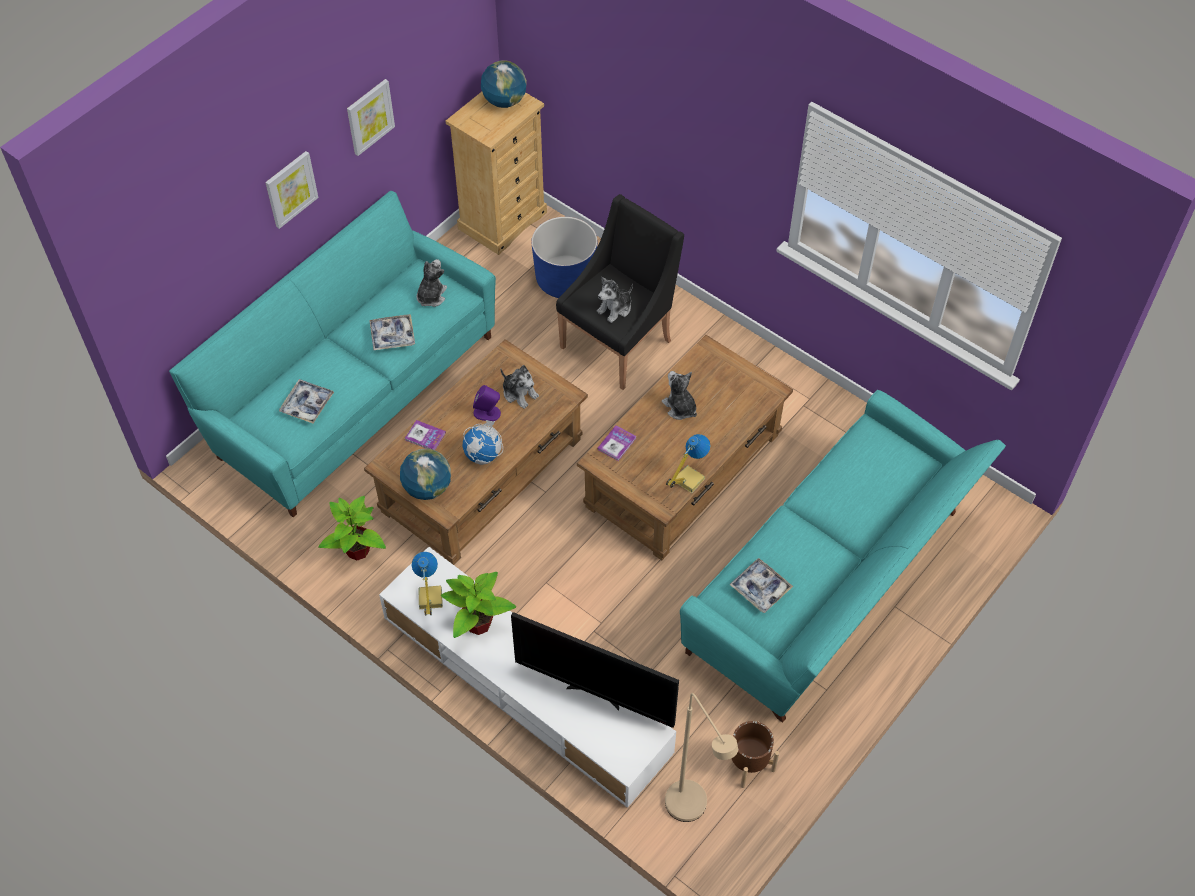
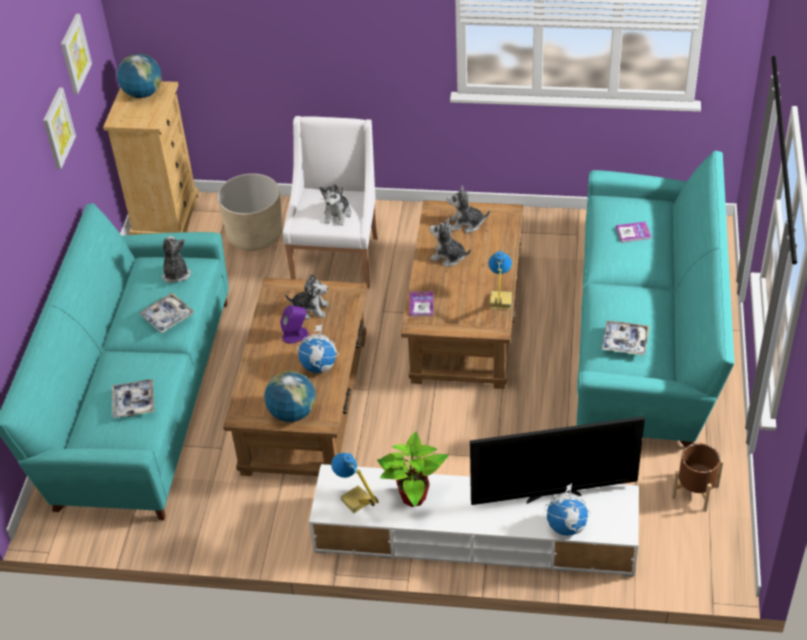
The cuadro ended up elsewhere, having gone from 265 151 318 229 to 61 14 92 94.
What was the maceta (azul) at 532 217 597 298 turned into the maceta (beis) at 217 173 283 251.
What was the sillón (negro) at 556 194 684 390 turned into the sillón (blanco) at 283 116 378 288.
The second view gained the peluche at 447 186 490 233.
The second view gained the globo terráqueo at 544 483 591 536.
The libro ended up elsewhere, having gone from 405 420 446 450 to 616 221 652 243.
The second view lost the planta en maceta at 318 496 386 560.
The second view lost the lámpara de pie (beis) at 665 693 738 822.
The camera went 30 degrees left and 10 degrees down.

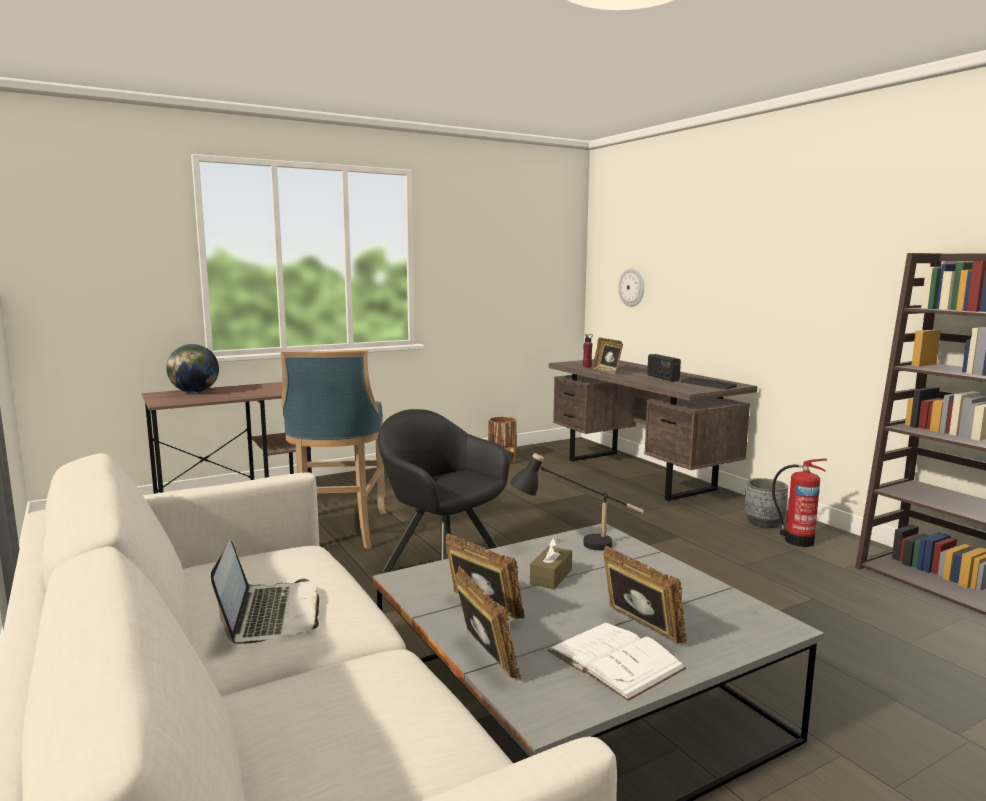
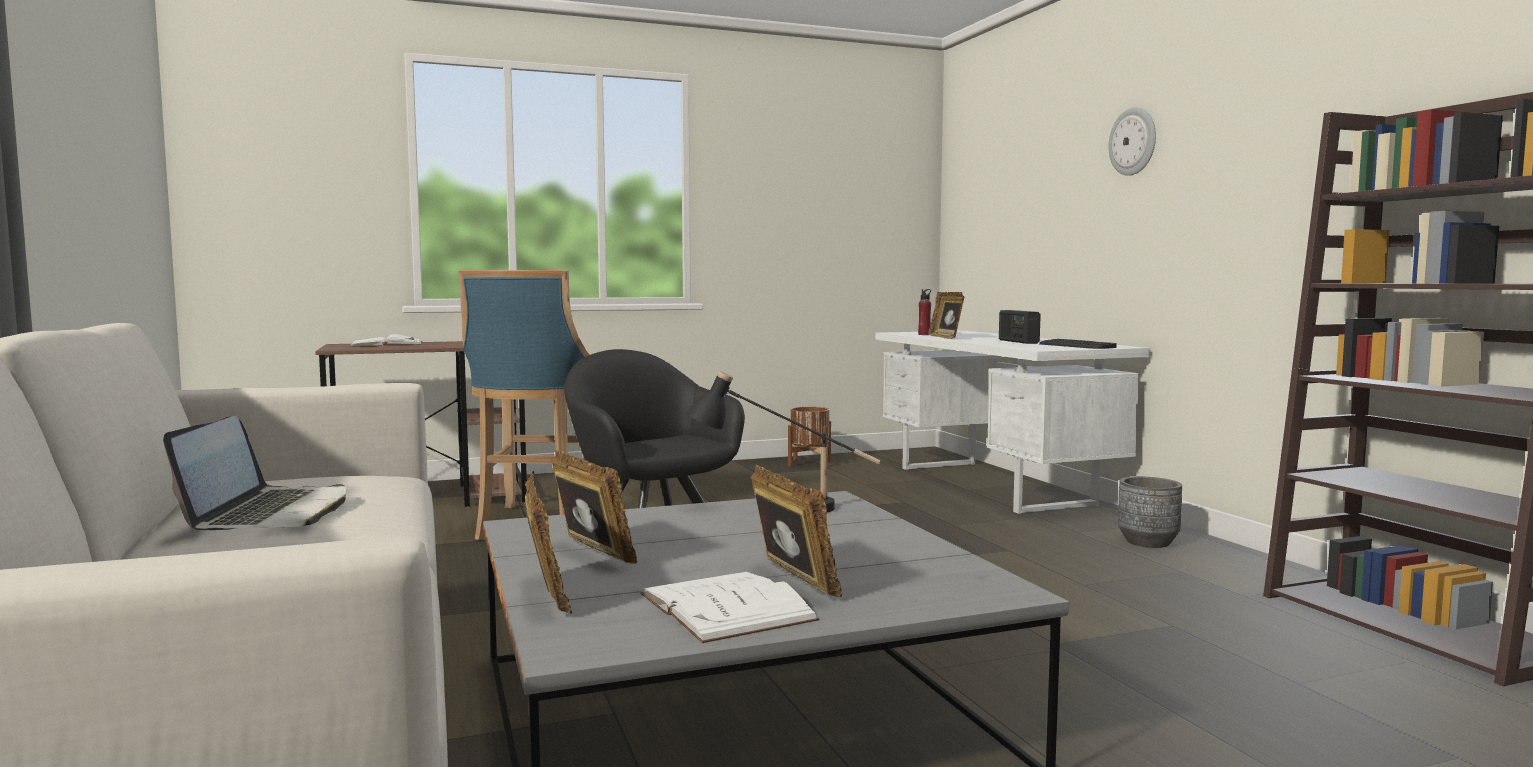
Where the globo terráqueo stood at 167 344 219 393, the libro (blanco) came to stand at 349 334 422 347.
What was the escritorio (marrón) at 549 359 757 501 turned into the escritorio (blanco) at 875 331 1150 514.
The reloj de pared ended up elsewhere, having gone from 619 268 644 307 to 1108 107 1156 176.
The second view lost the caja de pañuelos (marrón) at 530 537 572 589.
The second view lost the extintor at 772 458 827 547.
The camera went 10 degrees right and 5 degrees down.

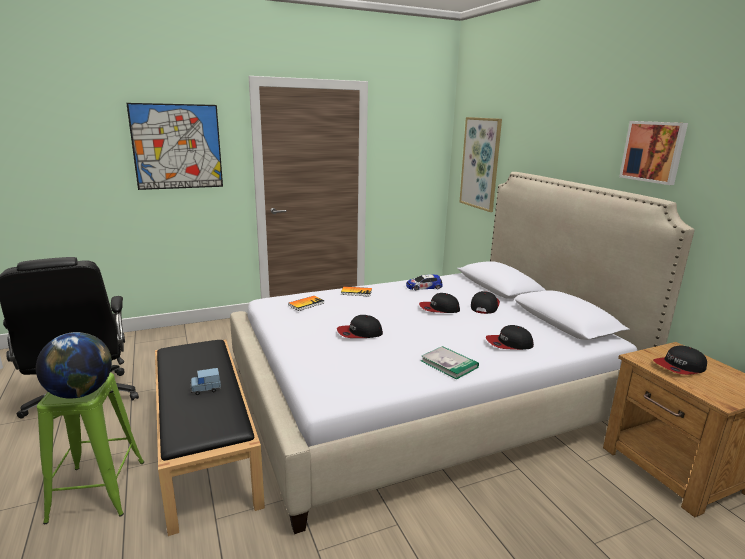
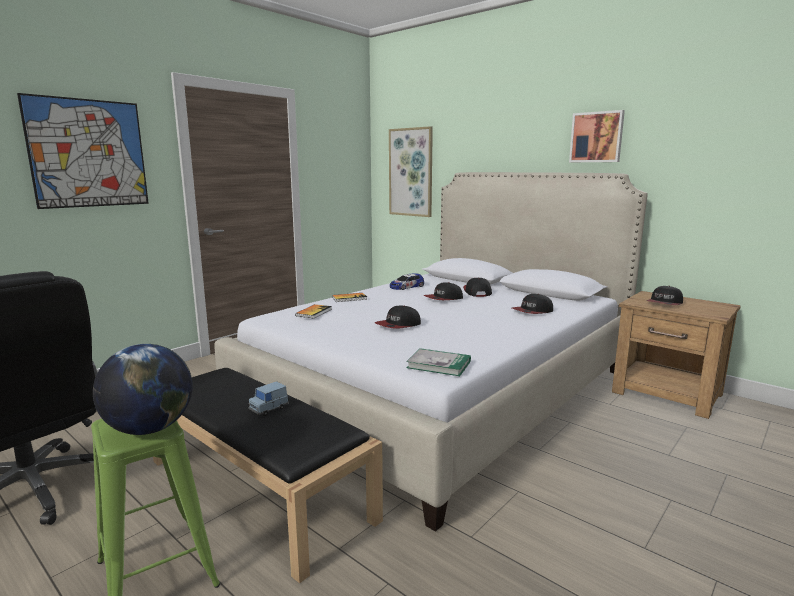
The libro ended up elsewhere, having gone from 421 346 479 379 to 406 348 471 376.
The camera went 25 degrees left and 5 degrees down.

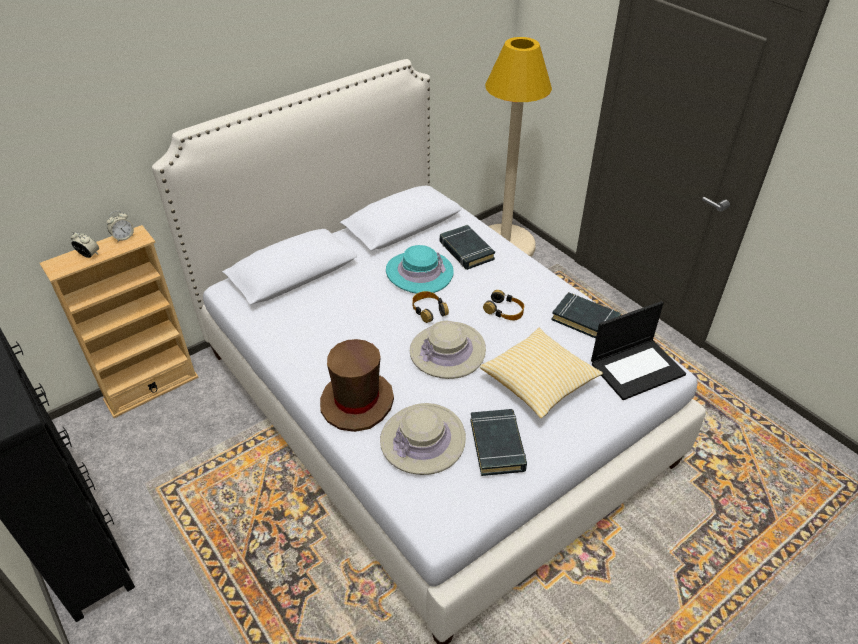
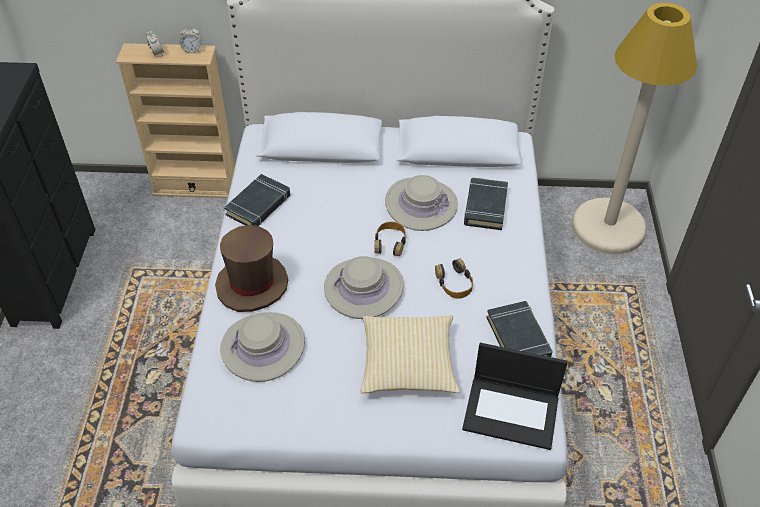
The libro (negro) ended up elsewhere, having gone from 470 409 527 476 to 224 174 290 226.
What was the sombrero (turquesa) at 386 245 454 294 turned into the sombrero (beis) at 385 175 458 231.
The camera went 40 degrees right and 5 degrees up.

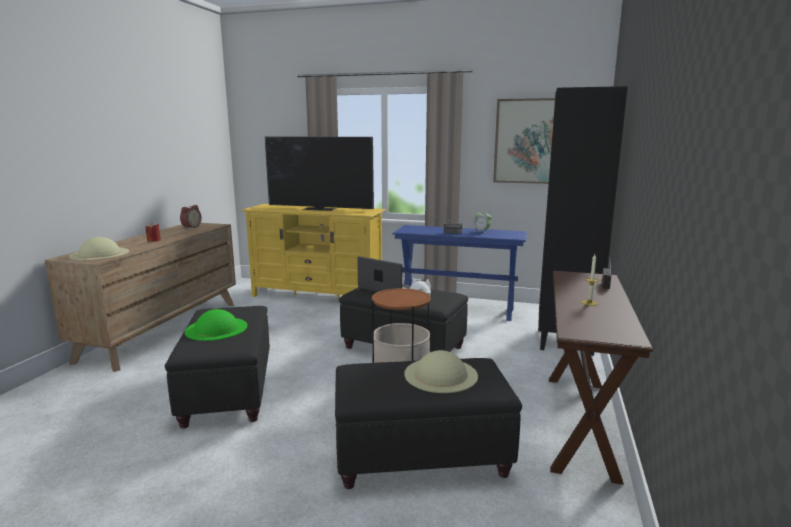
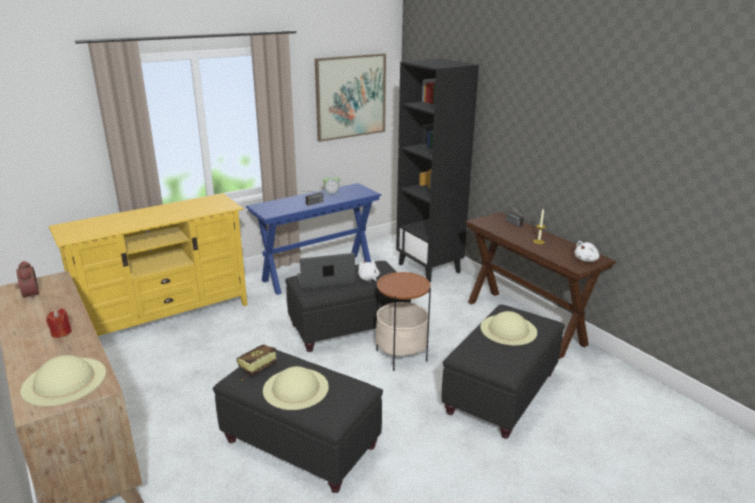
The second view gained the libro at 237 344 277 381.
What was the sombrero (verde) at 184 309 247 341 turned into the sombrero (beis) at 263 366 329 410.
The second view gained the peluche (blanco) at 574 241 599 262.
The second view lost the televisor at 265 136 374 211.
The camera went 50 degrees left and 10 degrees up.

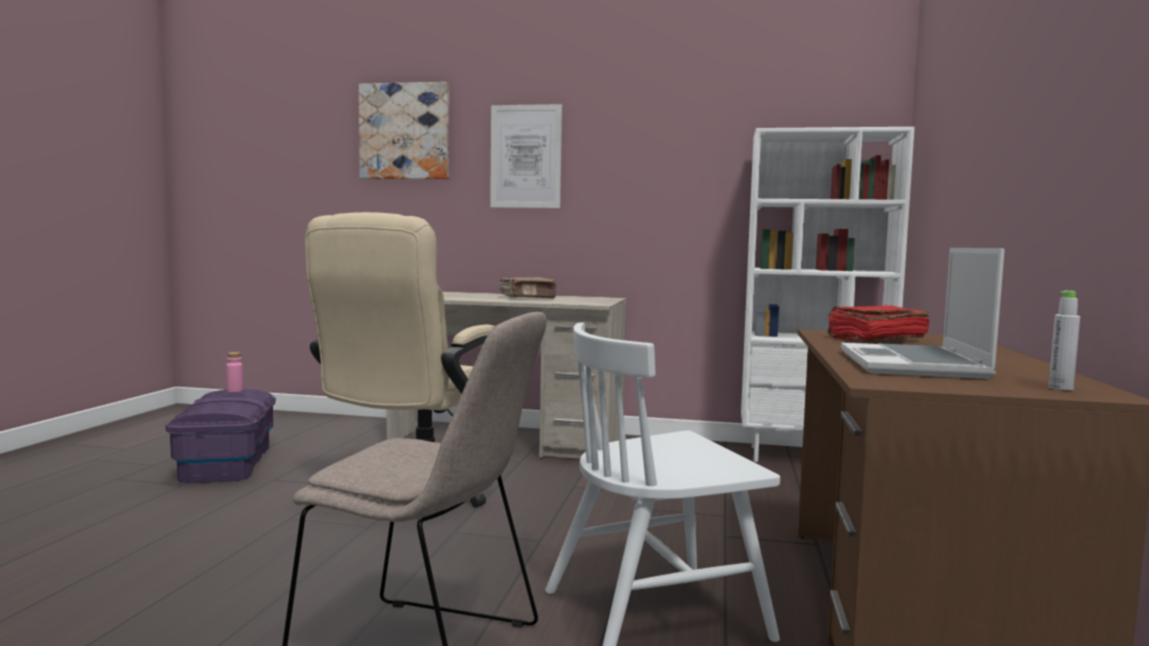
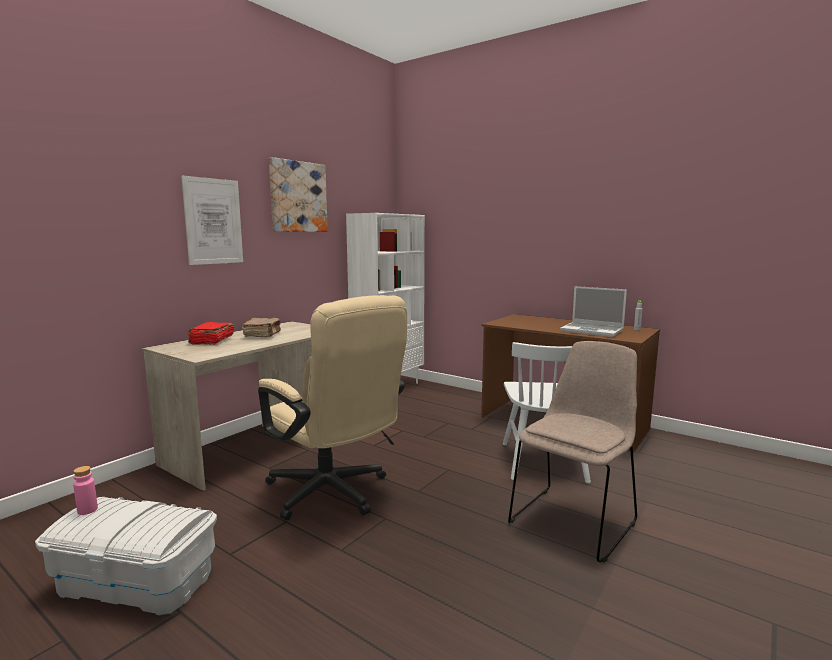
What was the caja de almacenaje (morado) at 165 389 276 483 turned into the caja de almacenaje (blanco) at 35 497 217 615.
The libro (rojo) ended up elsewhere, having gone from 827 306 930 342 to 188 322 234 345.
The cuadro ended up elsewhere, having gone from 359 82 449 179 to 269 157 328 232.
The camera went 65 degrees left and 5 degrees up.

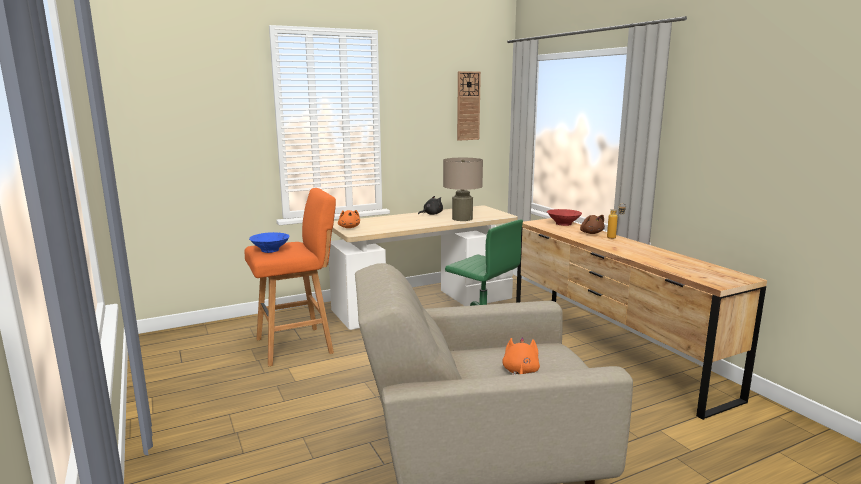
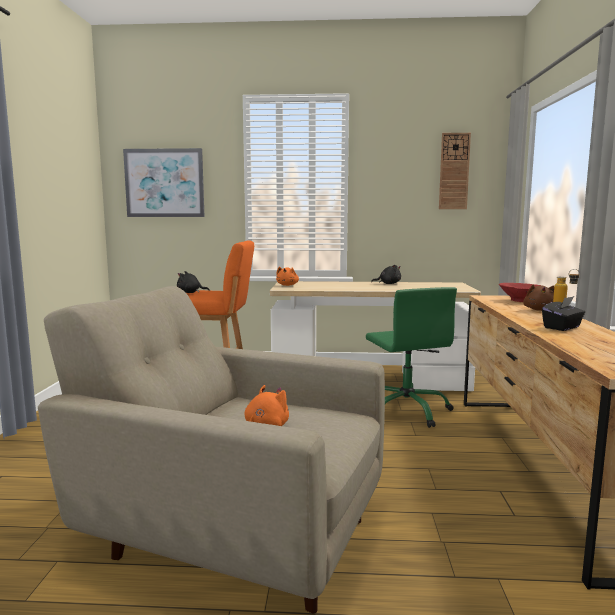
The second view gained the cuadro at 123 148 205 217.
Where the cuenco (azul) stood at 249 232 290 253, the peluche (negro) came to stand at 177 271 210 293.
The second view gained the caja de pañuelos (negro) at 542 296 585 331.
The second view lost the lámpara de mesa (beis) at 443 158 483 221.
The camera went 30 degrees right and 5 degrees down.

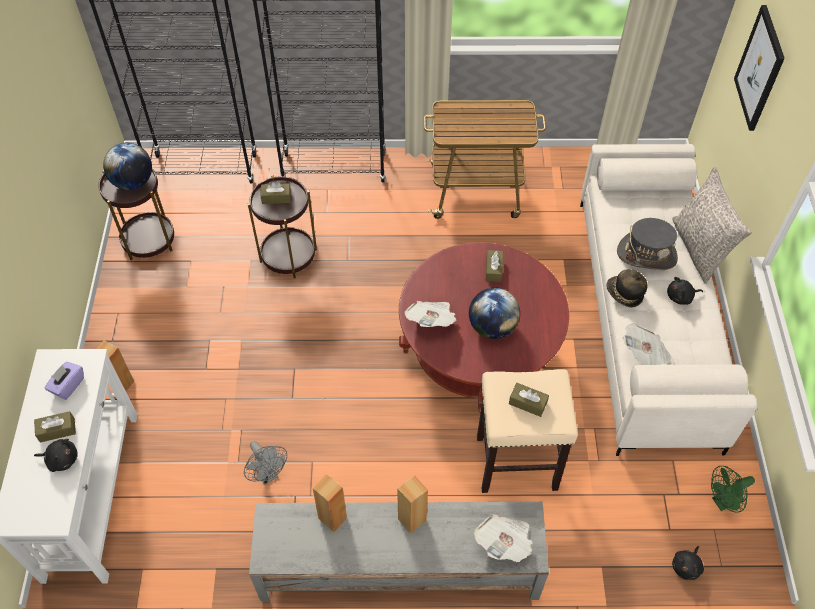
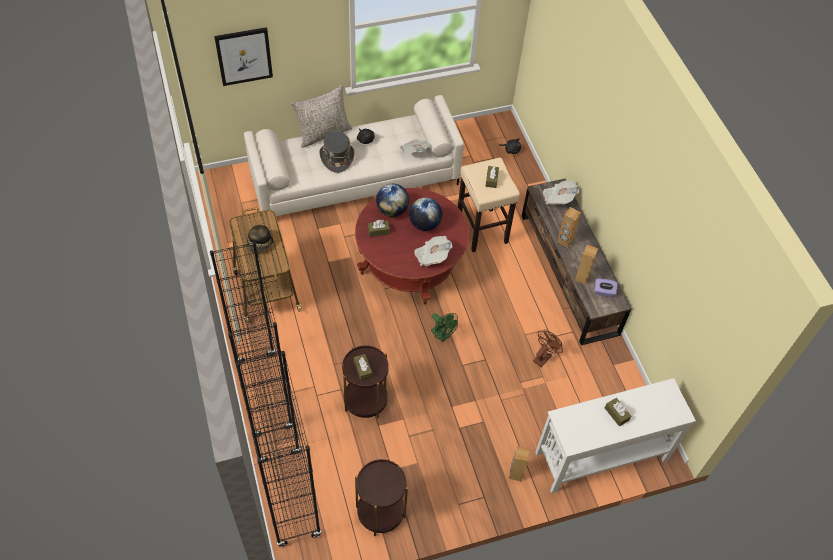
The sombrero ended up elsewhere, having gone from 606 269 648 307 to 246 225 273 253.
The globo terráqueo ended up elsewhere, having gone from 103 143 152 190 to 376 184 409 217.
The ventilador (verde) ended up elsewhere, having gone from 711 466 755 513 to 431 313 458 342.
What was the mueble de televisión (gris) at 249 502 549 601 turned into the mueble de televisión (marrón) at 522 179 632 345.
What was the ventilador (gris) at 244 441 287 485 turned into the ventilador (marrón) at 533 331 563 367.
The caja de pañuelos (morado) ended up elsewhere, having gone from 45 362 84 400 to 594 279 618 297.
The second view lost the peluche (negro) at 34 439 78 472.
The camera went 110 degrees left and 0 degrees up.

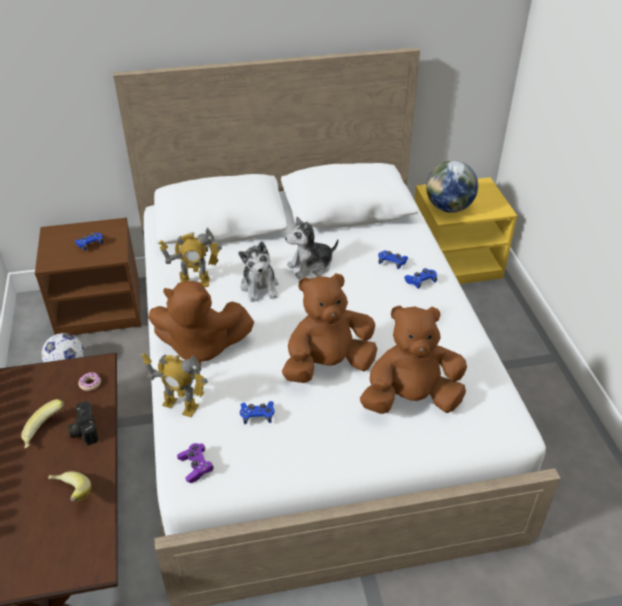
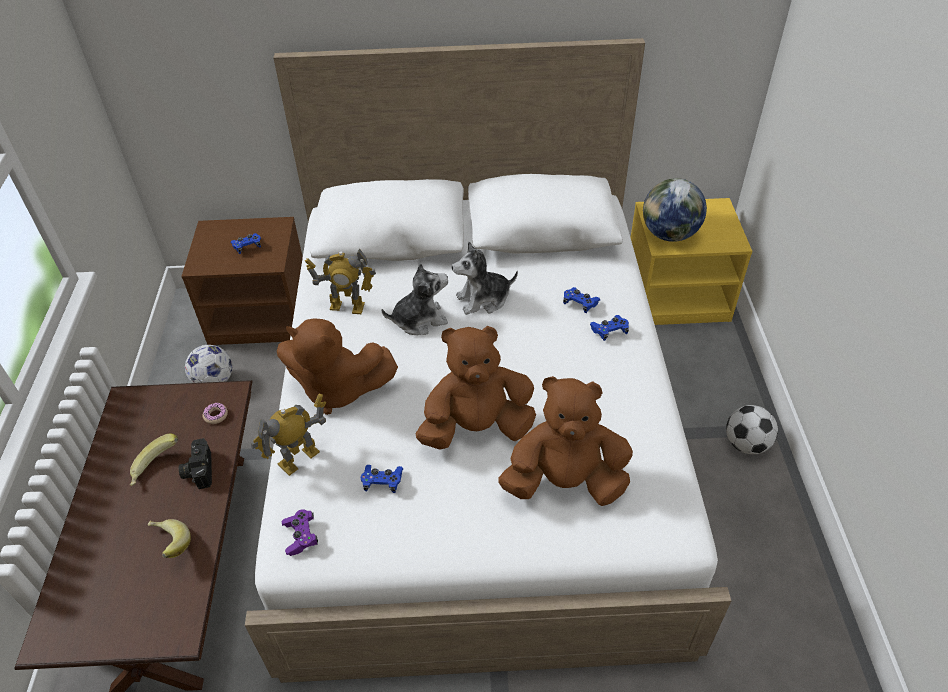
The robot de juguete at 141 353 208 417 ended up facing another way, 105 degrees clockwise from before.
The peluche at 238 241 279 302 ended up facing another way, 105 degrees counterclockwise from before.
The second view gained the balón de fútbol at 726 405 778 454.
The camera went 10 degrees right and 5 degrees up.

